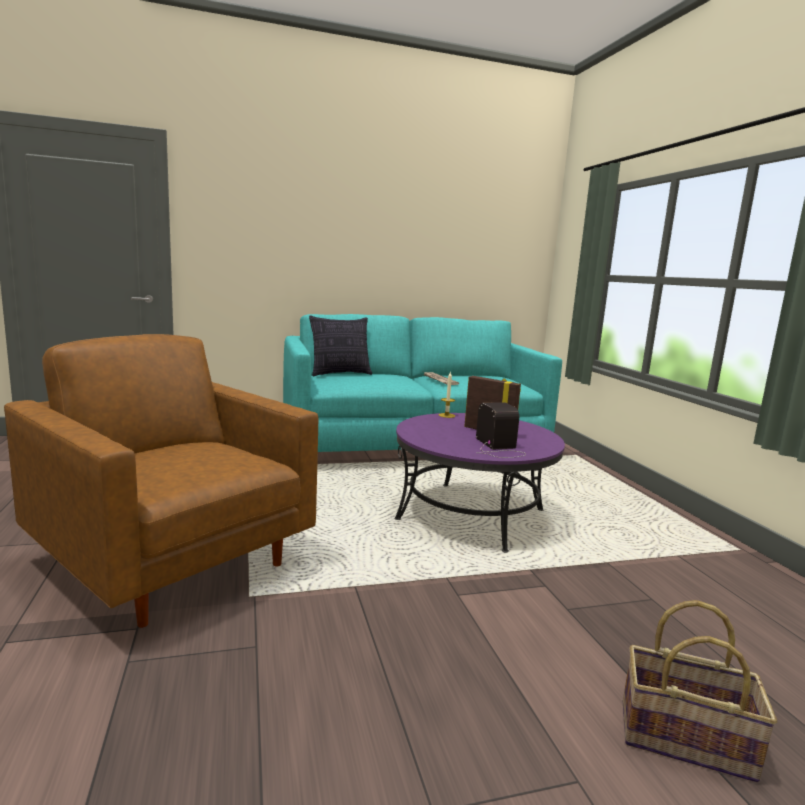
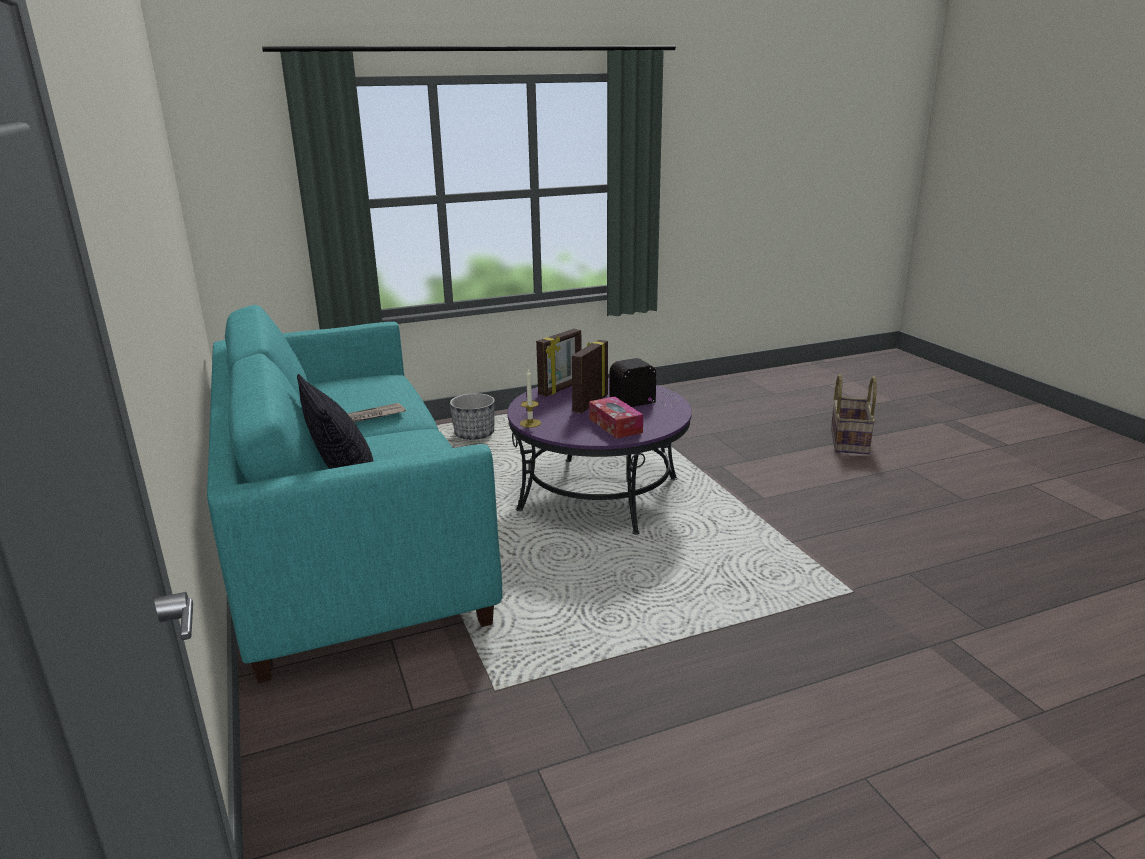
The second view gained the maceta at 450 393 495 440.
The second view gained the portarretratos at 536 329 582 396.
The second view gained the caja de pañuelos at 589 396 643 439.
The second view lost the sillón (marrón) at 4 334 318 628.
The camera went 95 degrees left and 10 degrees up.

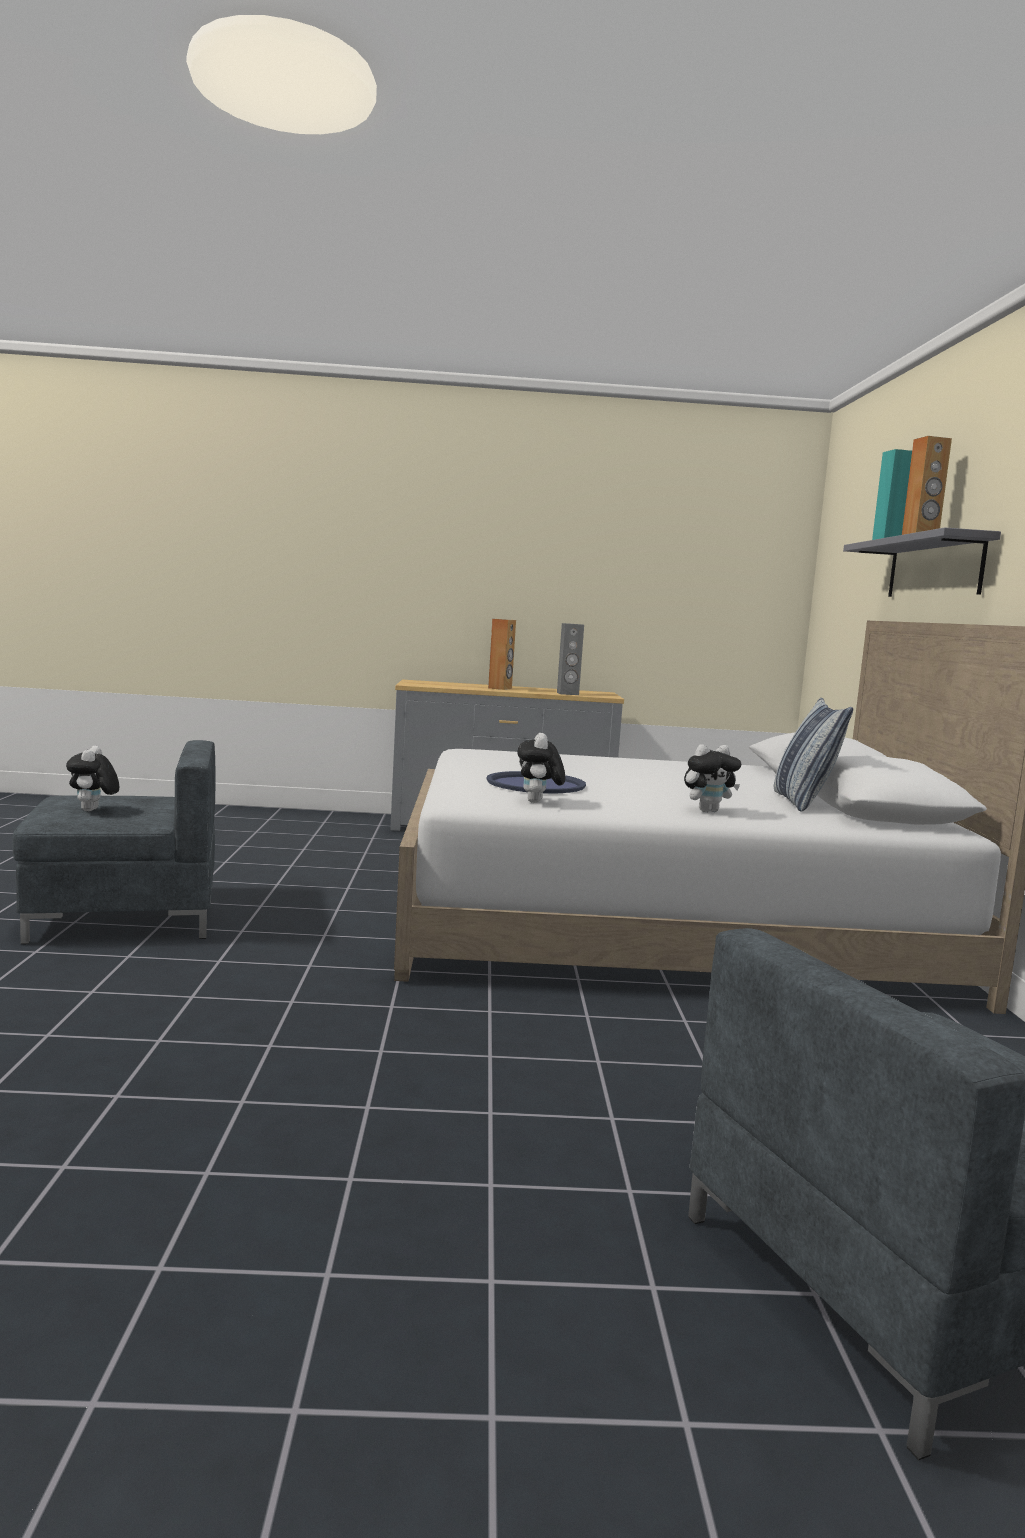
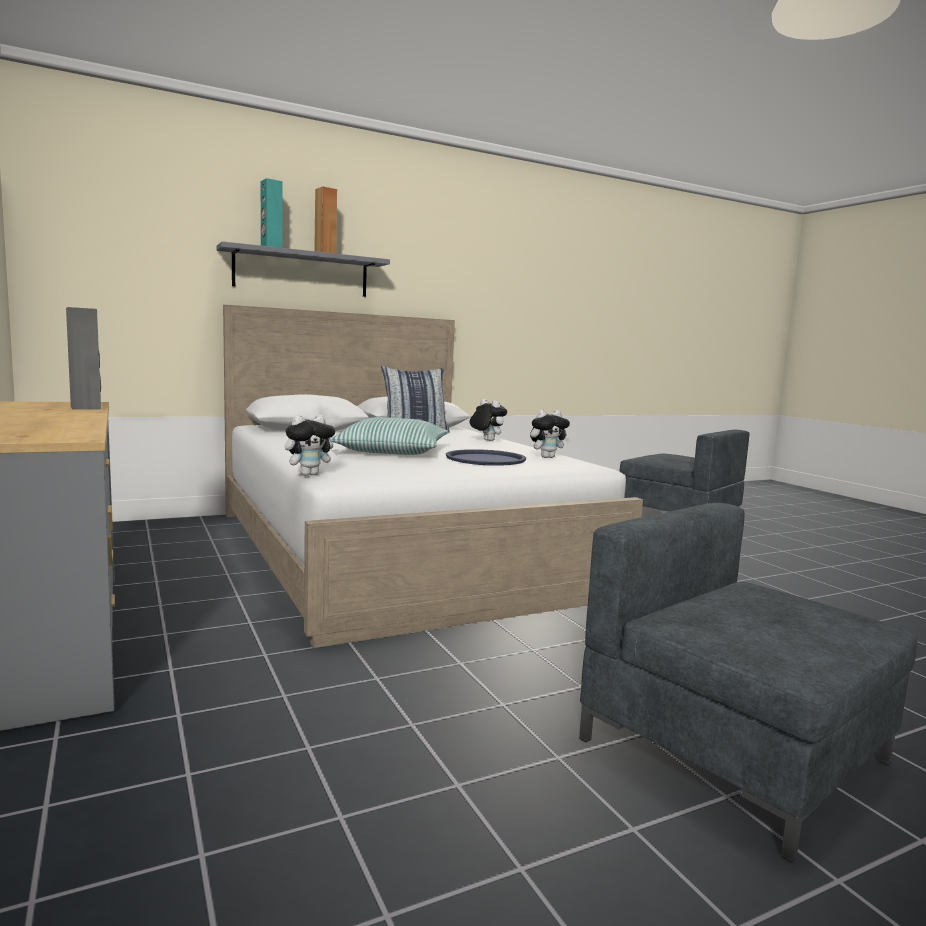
The peluche ended up elsewhere, having gone from 66 746 119 811 to 285 415 339 476.
The second view gained the cojín at 331 417 448 455.
The second view lost the altavoz (marrón) at 488 619 516 690.
The camera went 115 degrees left and 0 degrees up.

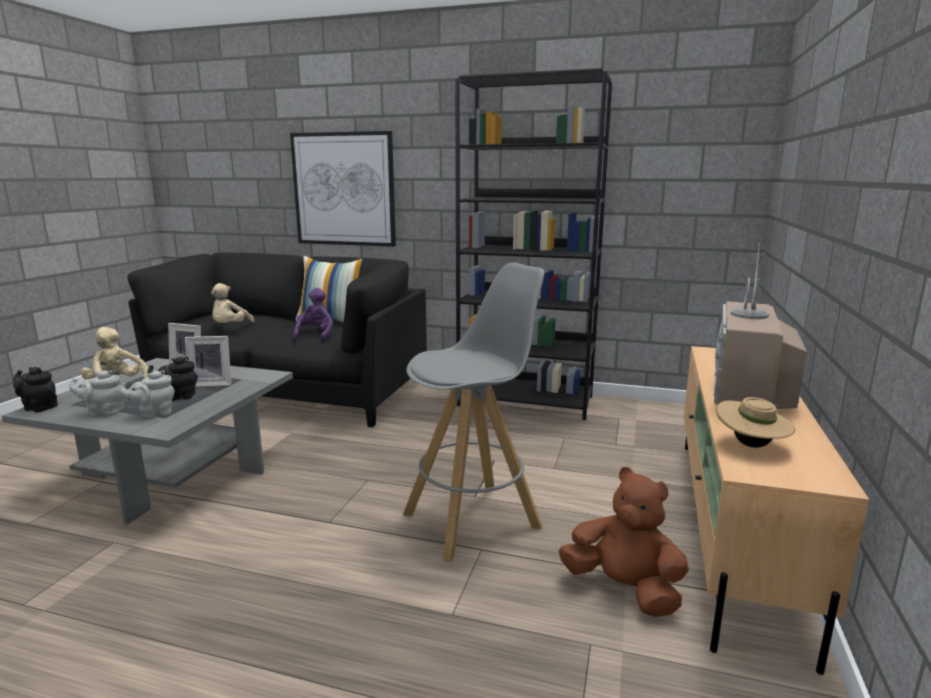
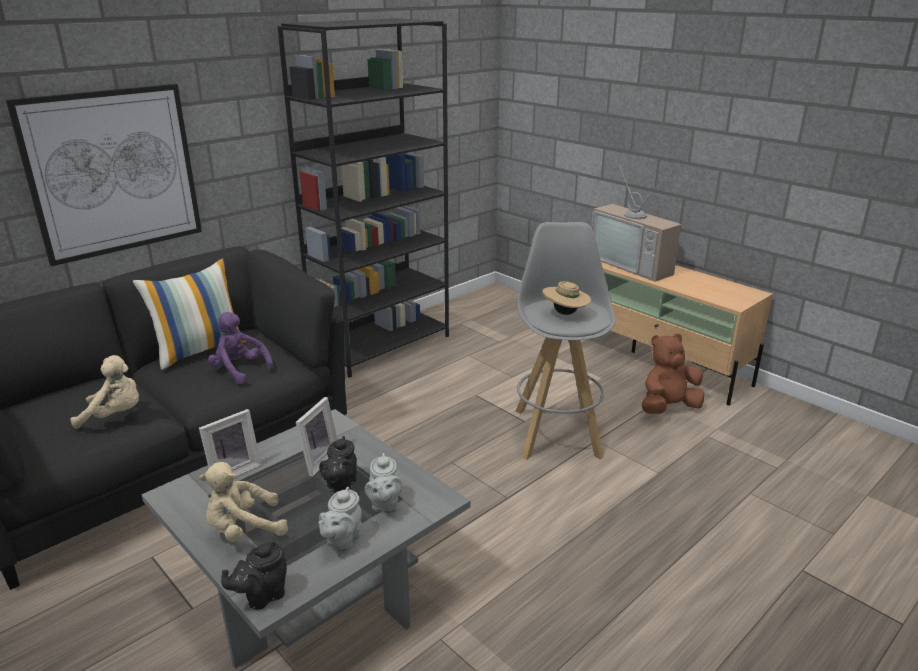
The peluche (beis) at 211 283 254 323 ended up facing another way, 45 degrees counterclockwise from before.
The sombrero (beis) ended up elsewhere, having gone from 716 397 795 448 to 543 281 591 315.
The camera went 60 degrees left and 10 degrees up.

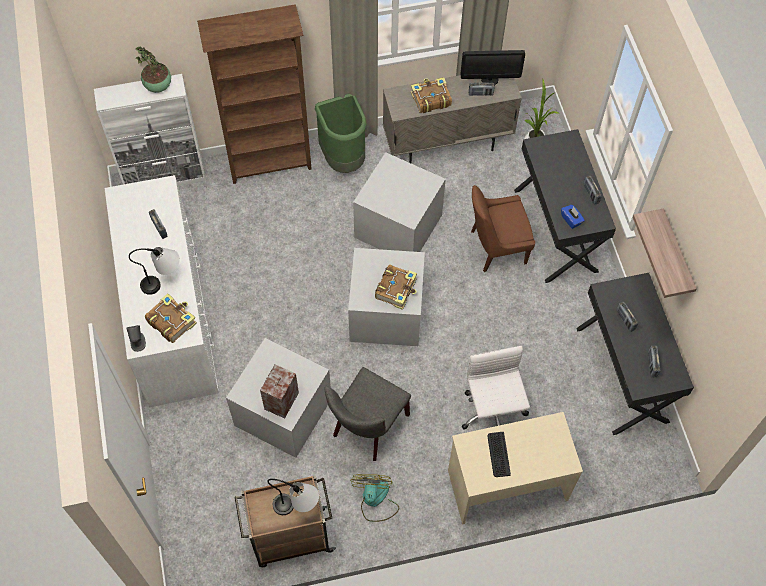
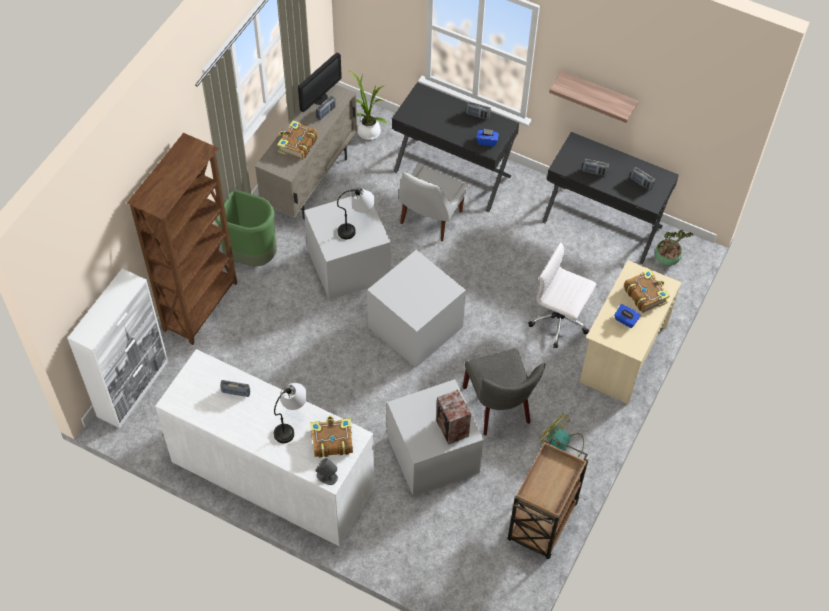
The lámpara de mesa ended up elsewhere, having gone from 268 479 319 515 to 337 188 375 239.
What was the silla (marrón) at 471 185 535 272 turned into the silla (blanco) at 399 164 469 241.
Where the teclado stood at 488 432 511 477, the caja de pañuelos (azul) came to stand at 614 304 641 328.
The libro ended up elsewhere, having gone from 375 265 417 310 to 624 269 670 313.
The planta en maceta ended up elsewhere, having gone from 136 46 171 93 to 655 230 693 266.
The camera went 50 degrees left and 5 degrees down.

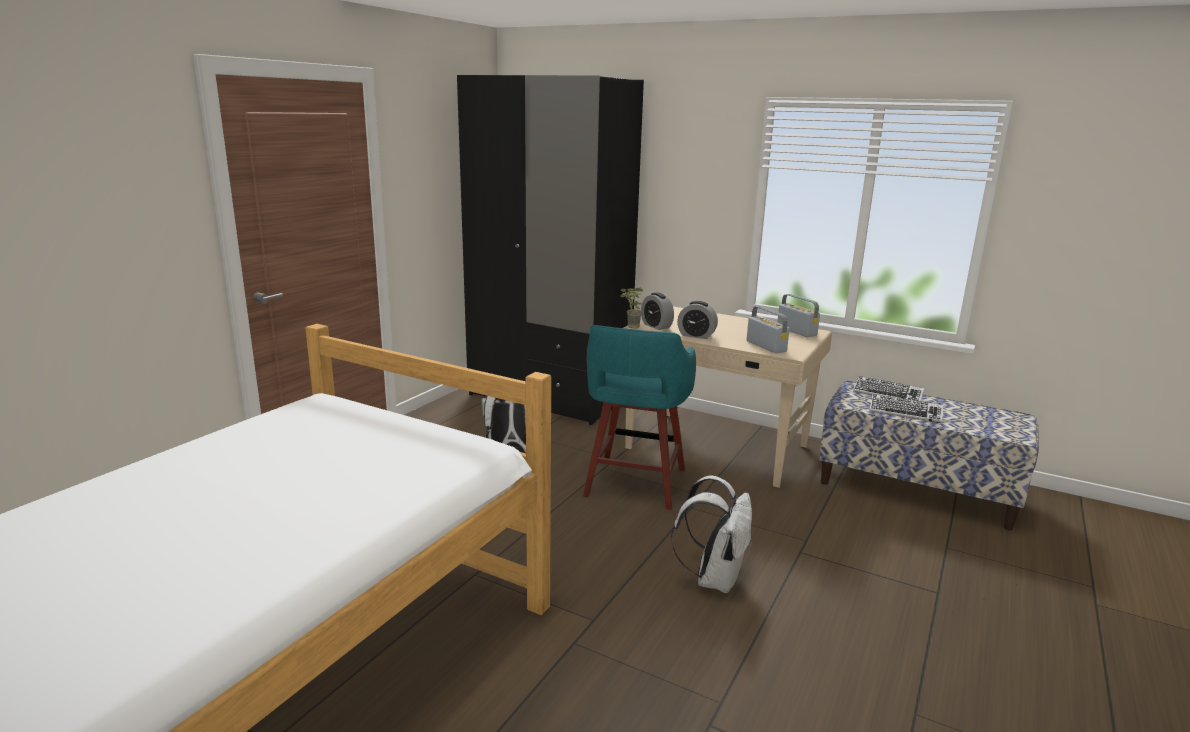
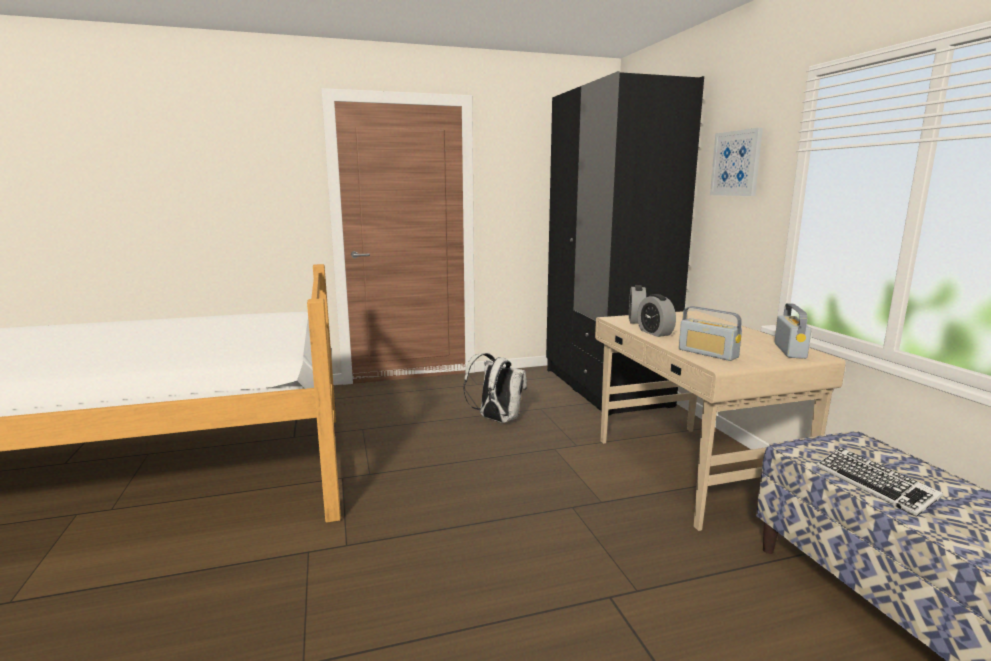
The radio at 747 306 790 353 ended up facing another way, 120 degrees clockwise from before.
The second view gained the cuadro at 710 128 763 196.
The second view lost the taburete (turquesa) at 583 325 696 510.
The second view lost the planta en maceta at 620 288 643 329.
The second view lost the mochila (blanco) at 671 476 752 593.
The second view lost the teclado at 853 376 924 401.
The camera went 45 degrees right and 5 degrees down.

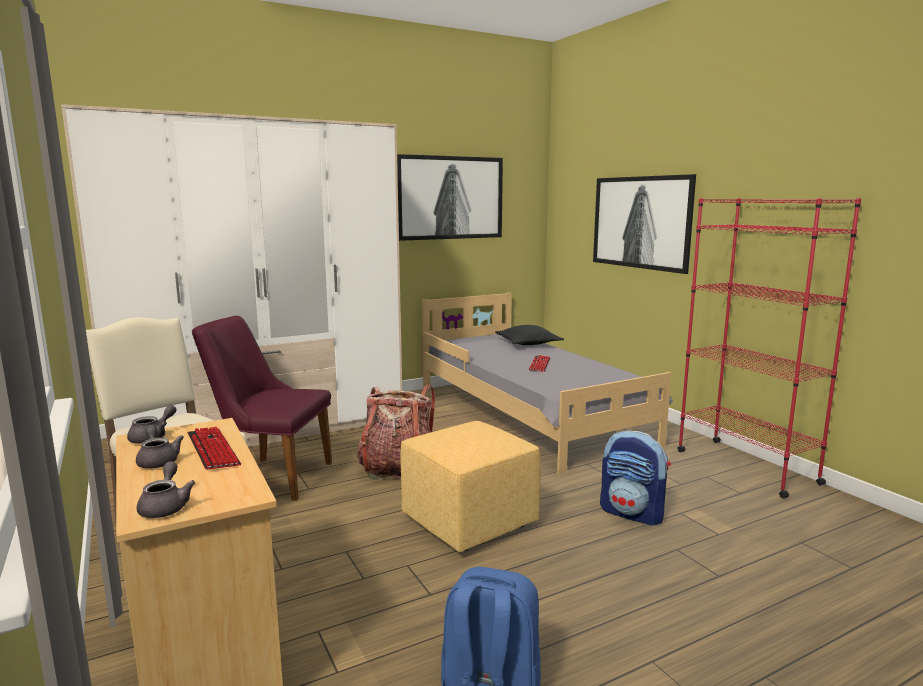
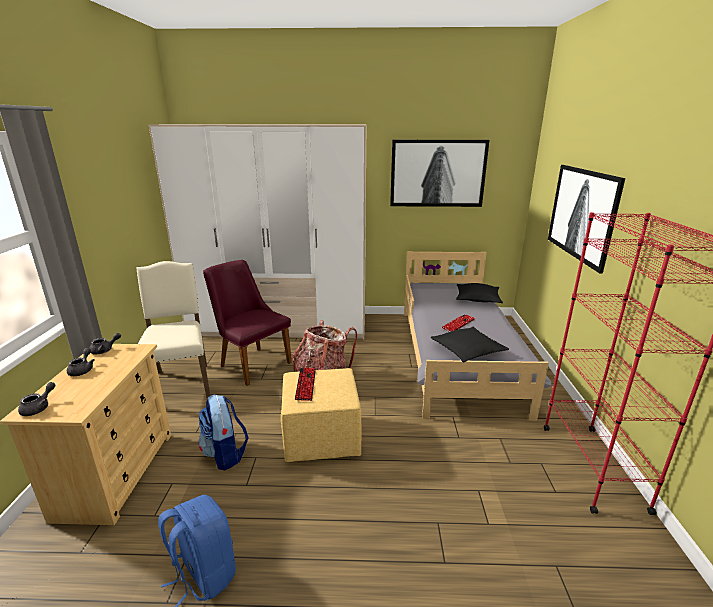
The mochila ended up elsewhere, having gone from 600 431 671 526 to 198 394 249 470.
The teclado ended up elsewhere, having gone from 187 427 241 470 to 295 367 316 401.
The second view gained the cojín (negro) at 431 327 509 362.
The camera went 30 degrees right and 10 degrees up.

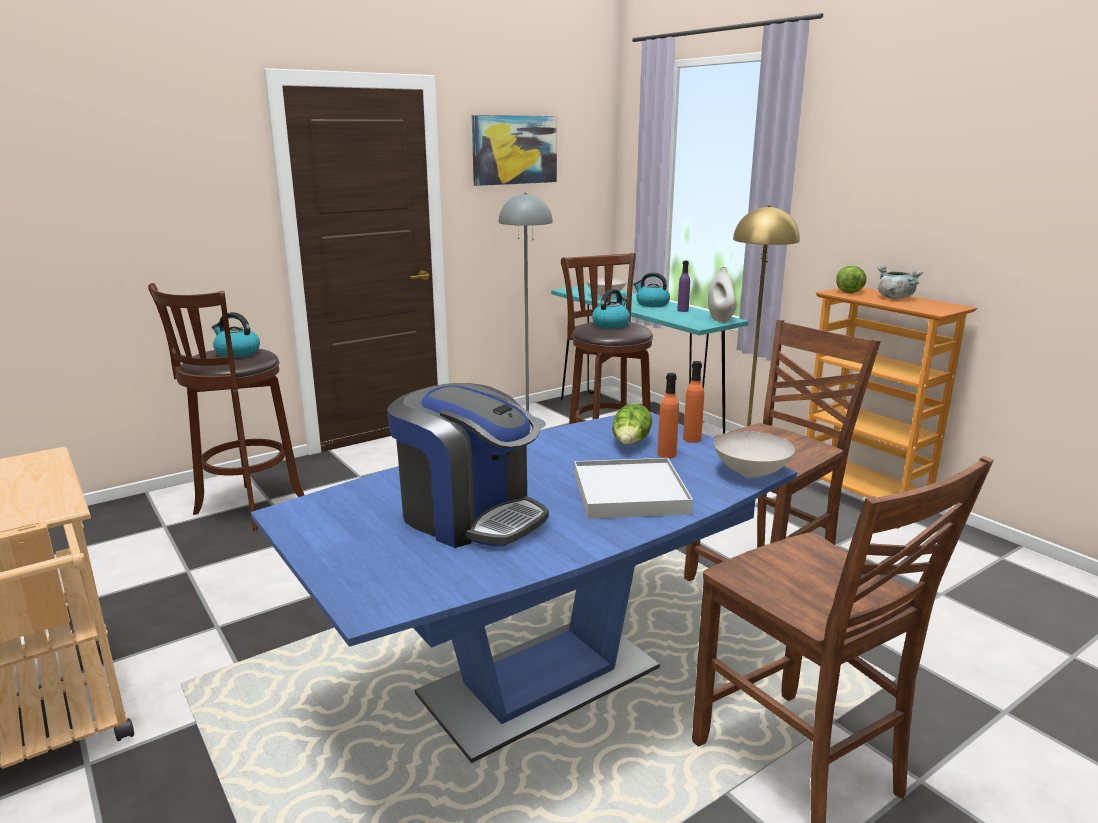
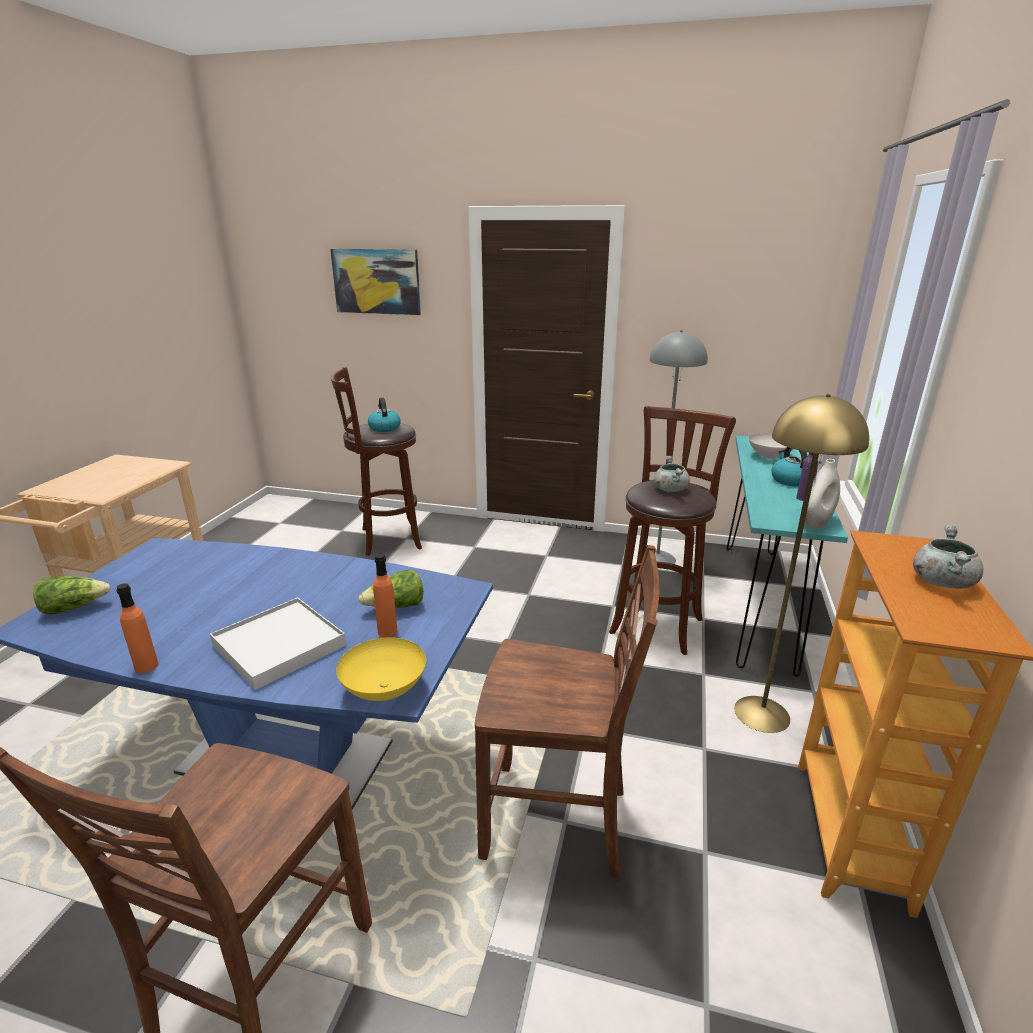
The lechuga ended up elsewhere, having gone from 836 266 866 293 to 34 576 110 615.
The botella (naranja) ended up elsewhere, having gone from 683 361 704 443 to 116 583 159 673.
The cuadro ended up elsewhere, having gone from 472 115 557 186 to 330 249 421 315.
What was the cuenco (blanco) at 714 431 795 478 turned into the cuenco (amarillo) at 336 637 426 701.
Where the hervidor stood at 592 289 630 329, the olla (gris) came to stand at 654 456 690 492.
The second view lost the cafetera at 387 383 549 548.
The camera went 50 degrees right and 5 degrees up.

